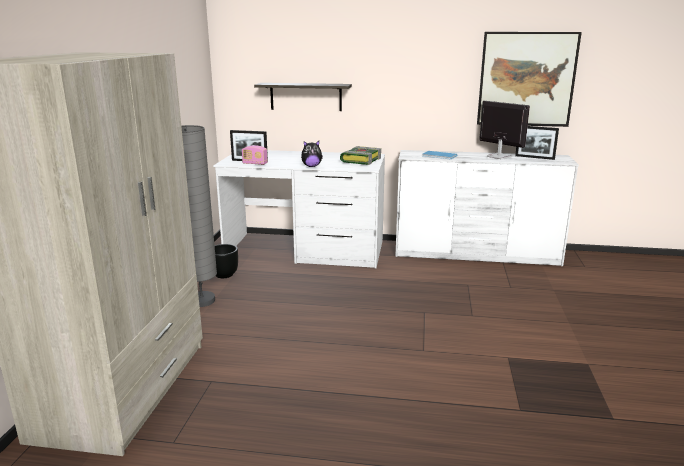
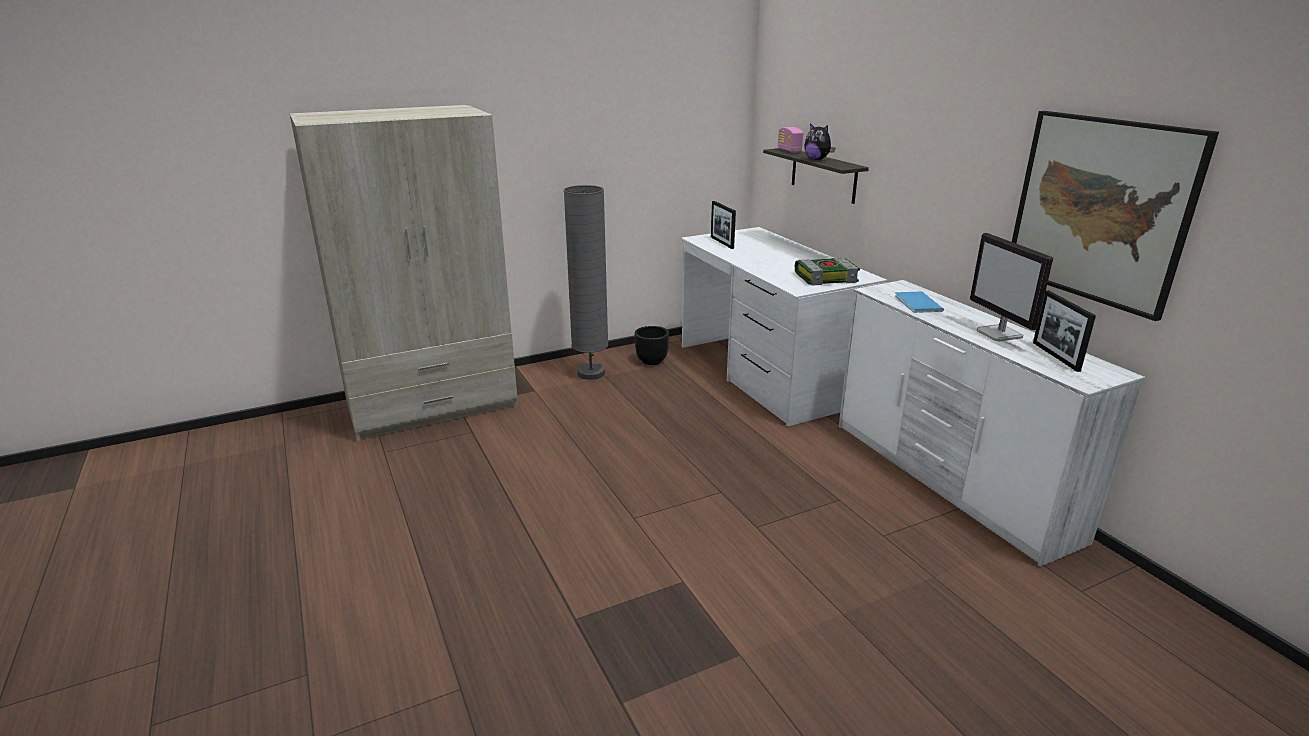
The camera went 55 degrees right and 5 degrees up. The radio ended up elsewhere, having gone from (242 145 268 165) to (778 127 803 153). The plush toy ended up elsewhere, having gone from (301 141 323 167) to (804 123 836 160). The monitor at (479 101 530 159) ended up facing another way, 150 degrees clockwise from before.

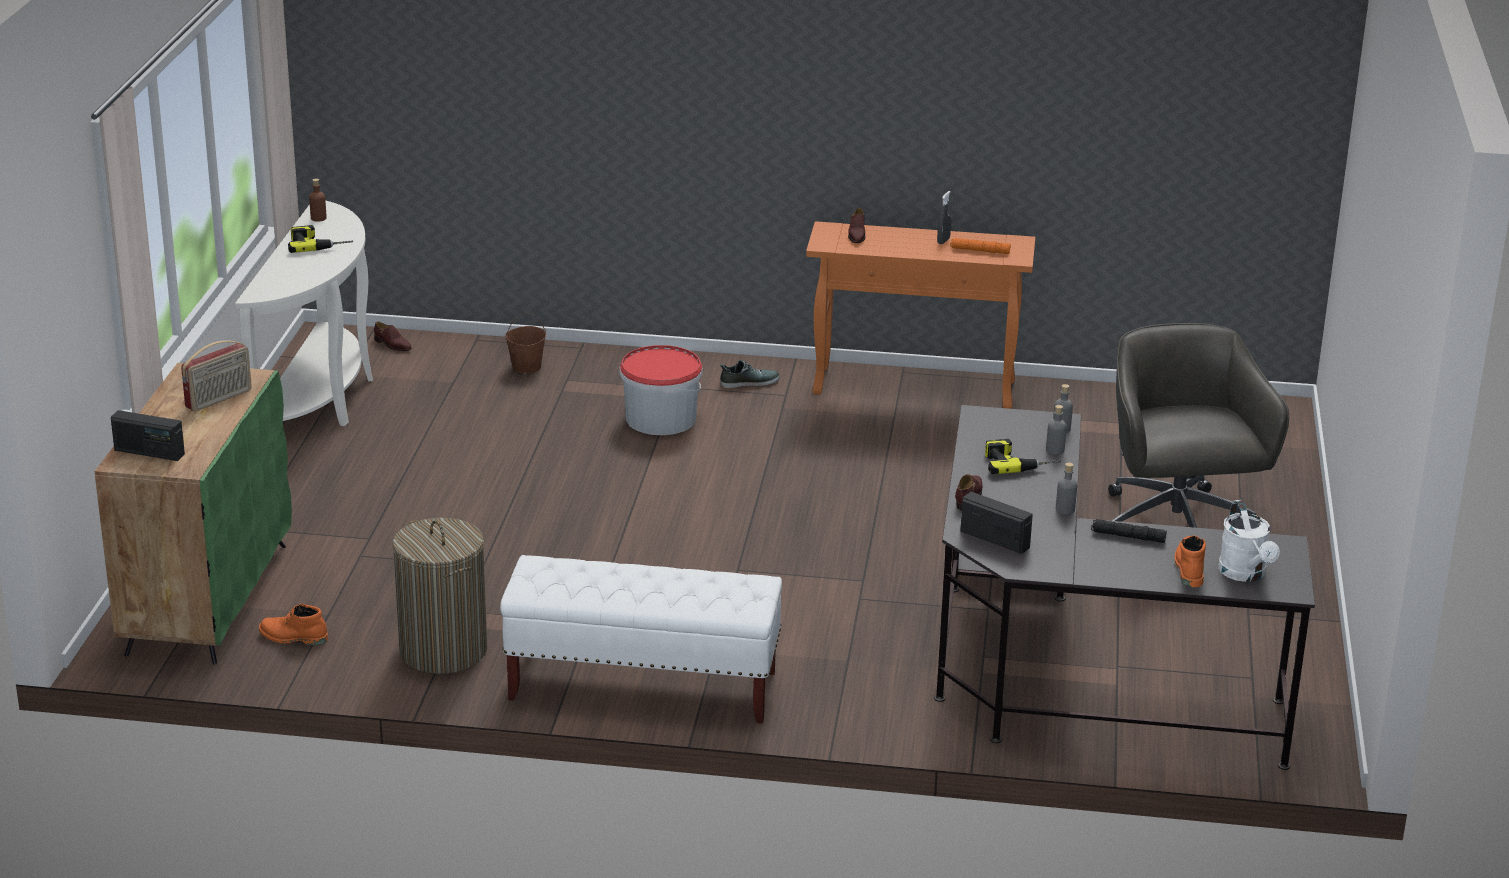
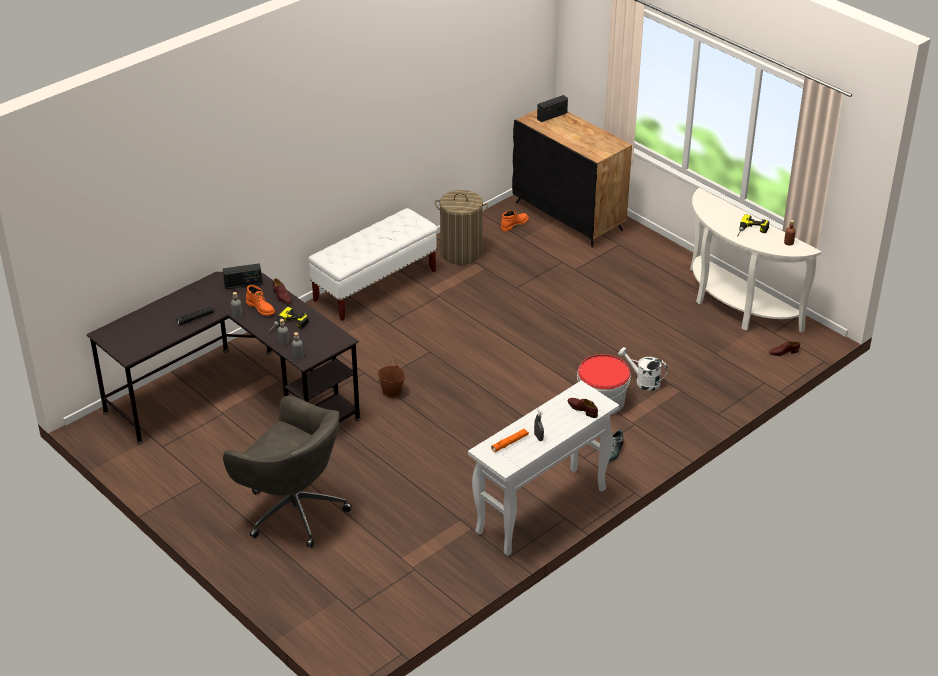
The camera went 130 degrees right and 10 degrees up. The orange boot ended up elsewhere, having gone from (1175 535 1206 587) to (246 285 275 316). The brown bucket ended up elsewhere, having gone from (505 312 546 373) to (378 360 405 398). What was the orange console table at (806 221 1035 409) turned into the white console table at (468 380 619 556). What was the green cabinet at (94 363 292 665) turned into the black cabinet at (512 109 632 248). The white watering can ended up elsewhere, having gone from (1218 500 1280 582) to (618 347 668 391). The second view lost the radio at (181 340 252 412).

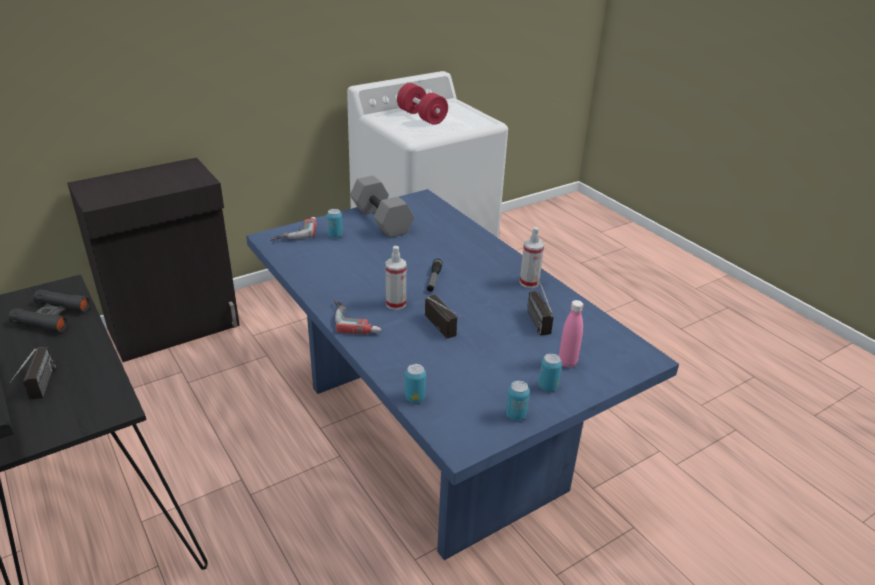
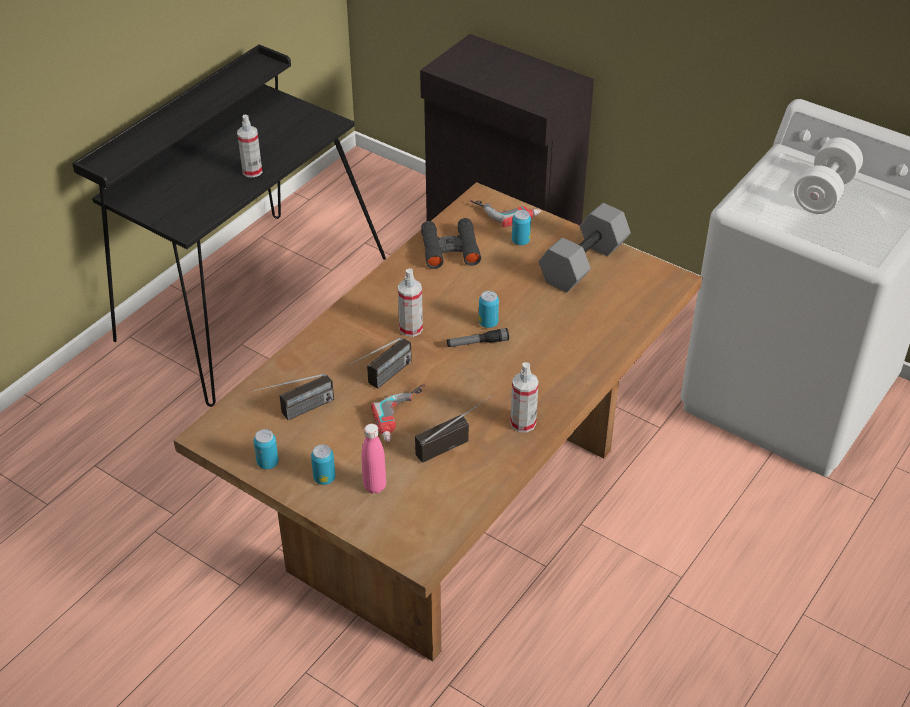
The camera went 70 degrees right and 10 degrees up. What was the blue dining table at (246 189 679 560) turned into the brown dining table at (173 182 703 661). The second view gained the spray bottle at (237 115 262 178). The radio ended up elsewhere, having gone from (10 347 56 399) to (251 374 334 420). The power drill ended up elsewhere, having gone from (334 299 381 335) to (371 385 425 442). The black binoculars ended up elsewhere, having gone from (8 290 90 332) to (421 218 481 269). The can ended up elsewhere, having gone from (405 364 426 403) to (479 291 499 328). What was the red dumbbell at (397 83 448 125) turned into the white dumbbell at (794 138 863 214).

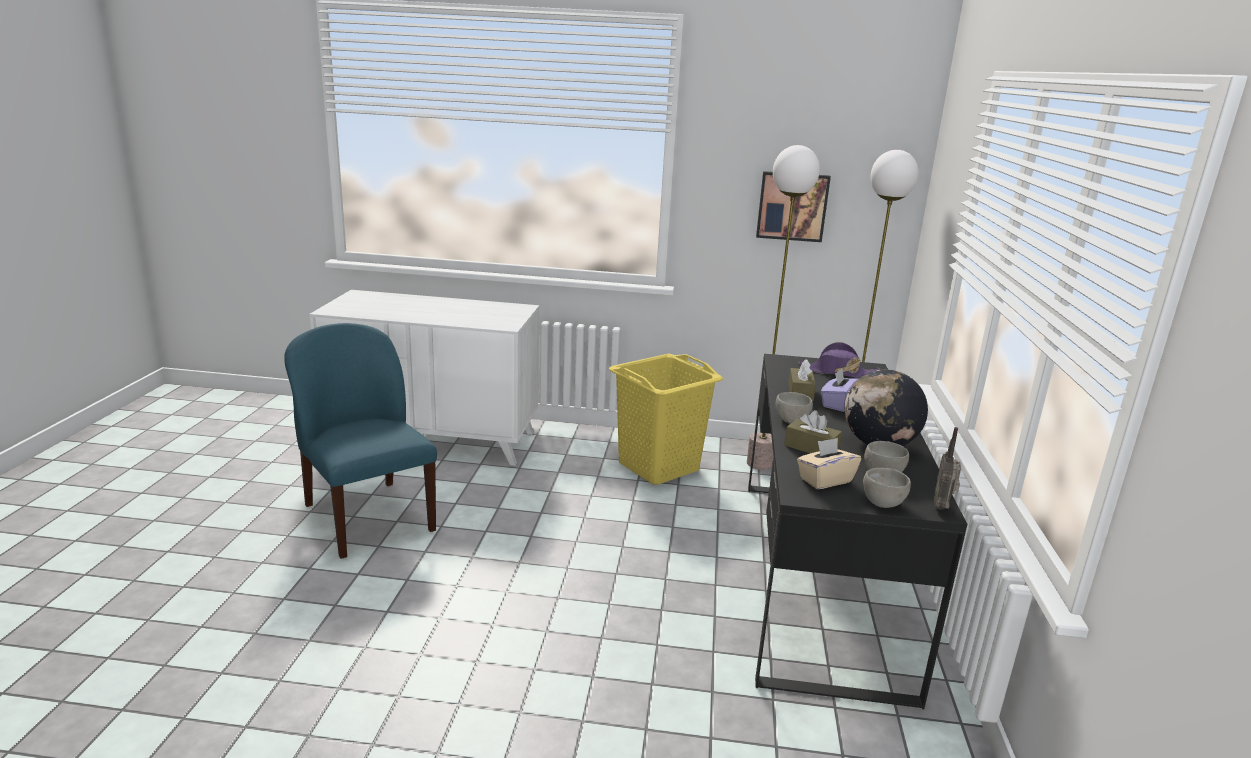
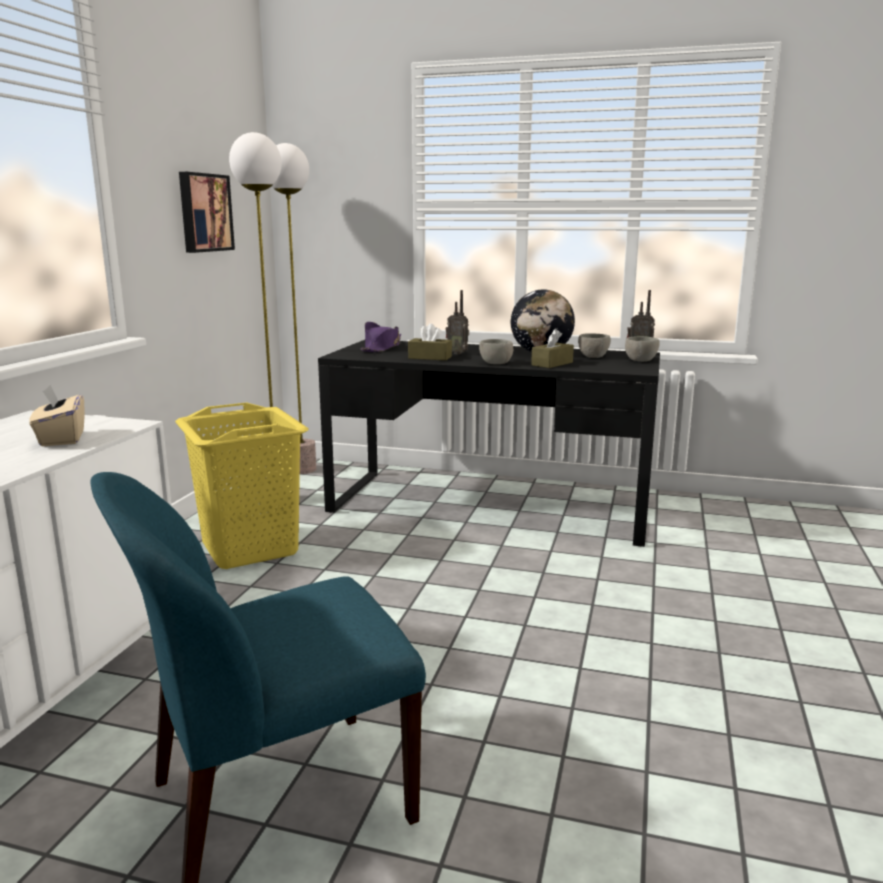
The camera went 80 degrees left and 5 degrees down. The beige tissue box ended up elsewhere, having gone from (797 438 861 489) to (29 385 85 446). Where the purple tissue box stood at (821 369 859 412), the radio came to stand at (445 290 469 354).

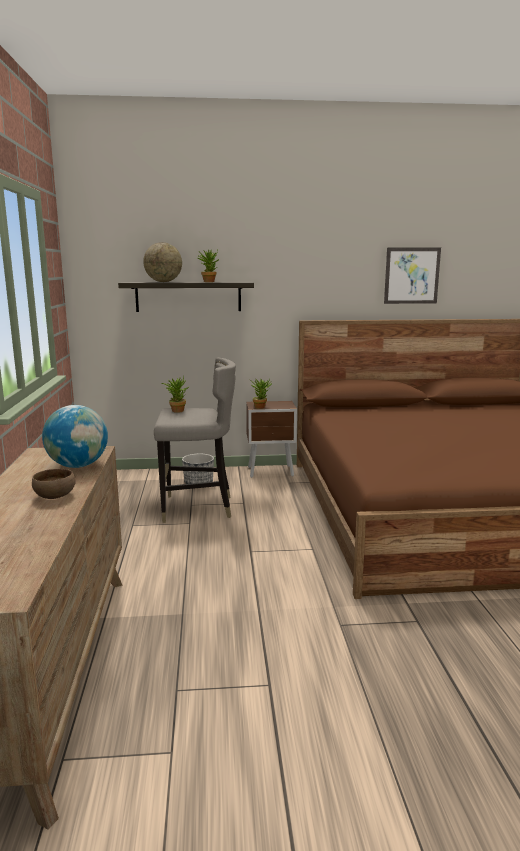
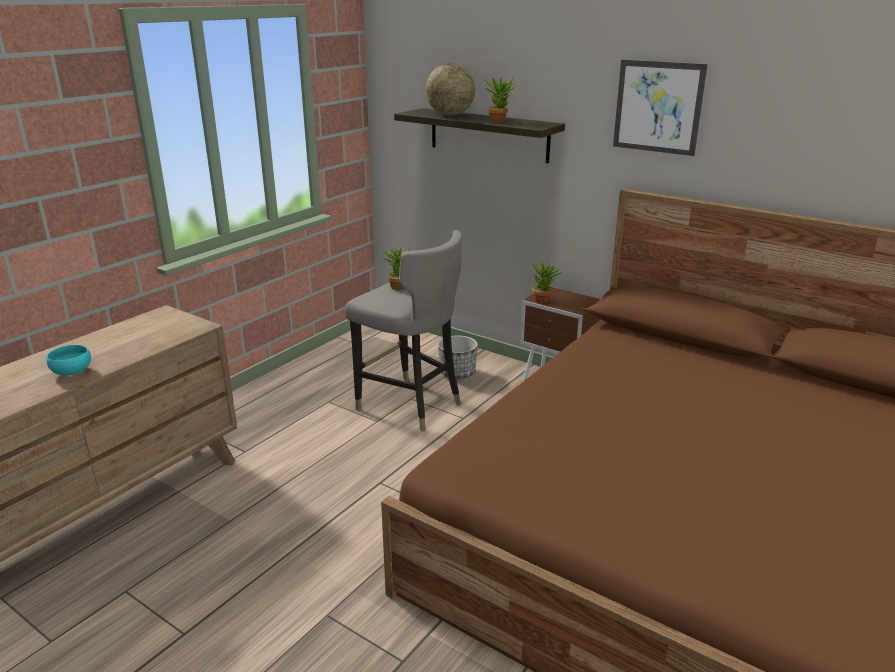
The camera went 40 degrees right and 10 degrees up. What was the brown bowl at (32 469 76 499) turned into the turquoise bowl at (46 345 91 376). The picture ended up elsewhere, having gone from (384 247 441 304) to (613 60 708 156). The second view lost the globe at (42 405 108 468).

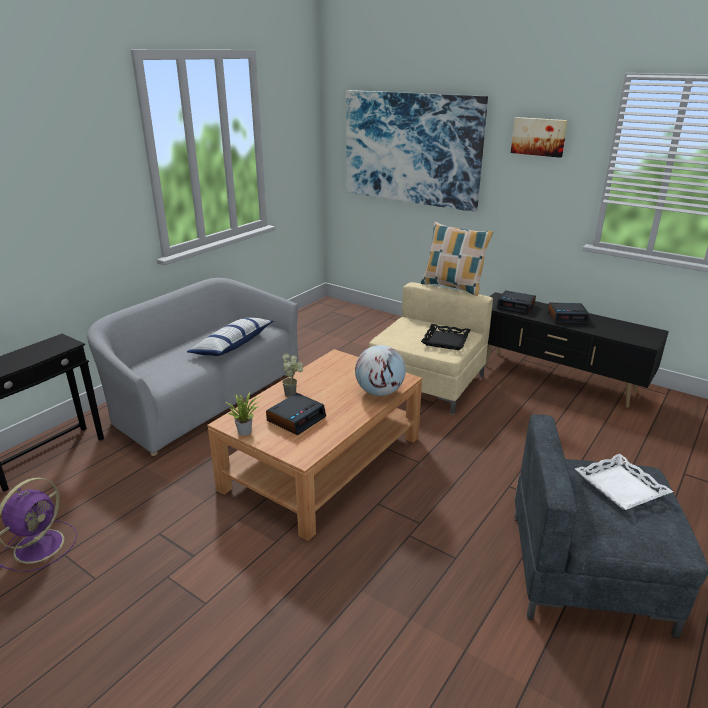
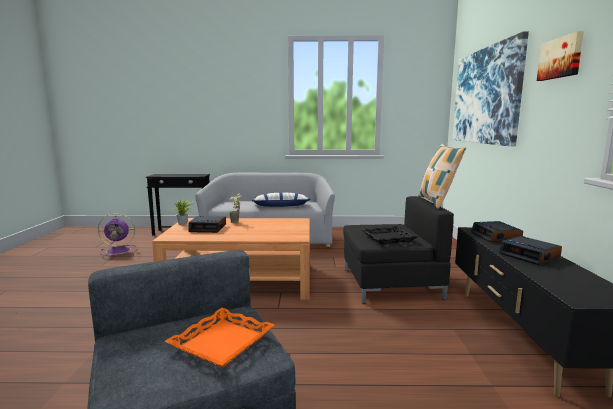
The camera went 55 degrees right and 15 degrees down. What was the white tray at (575 454 673 510) turned into the orange tray at (164 308 275 367). What was the beige armchair at (369 282 493 415) turned into the black armchair at (343 196 454 304). The second view lost the globe at (355 345 406 396).

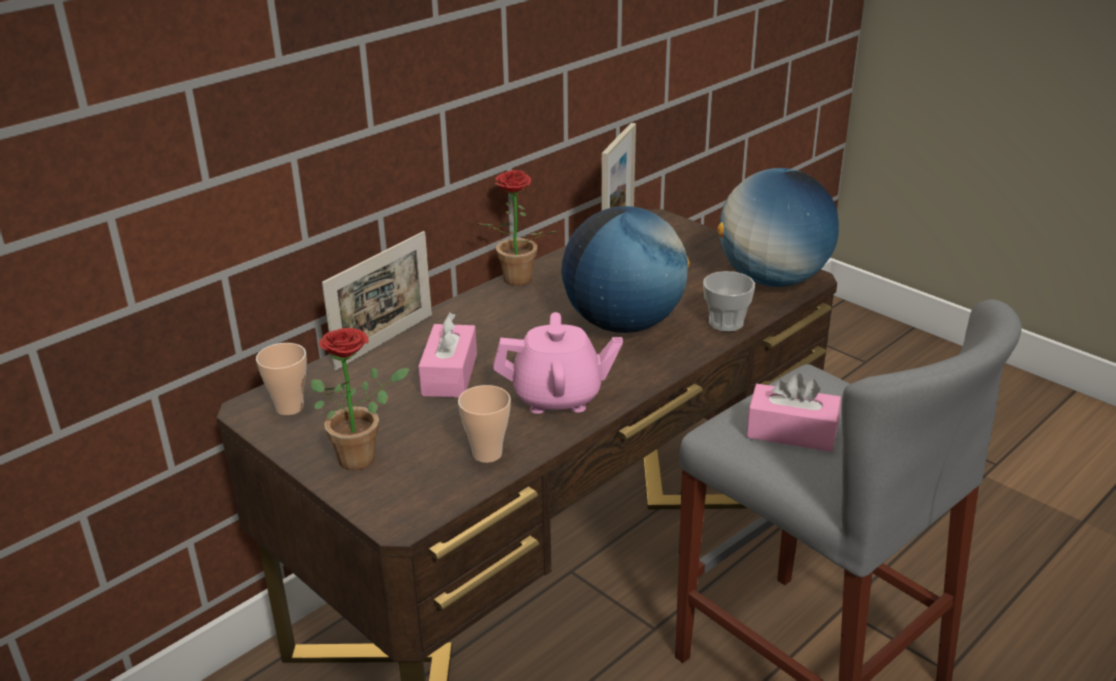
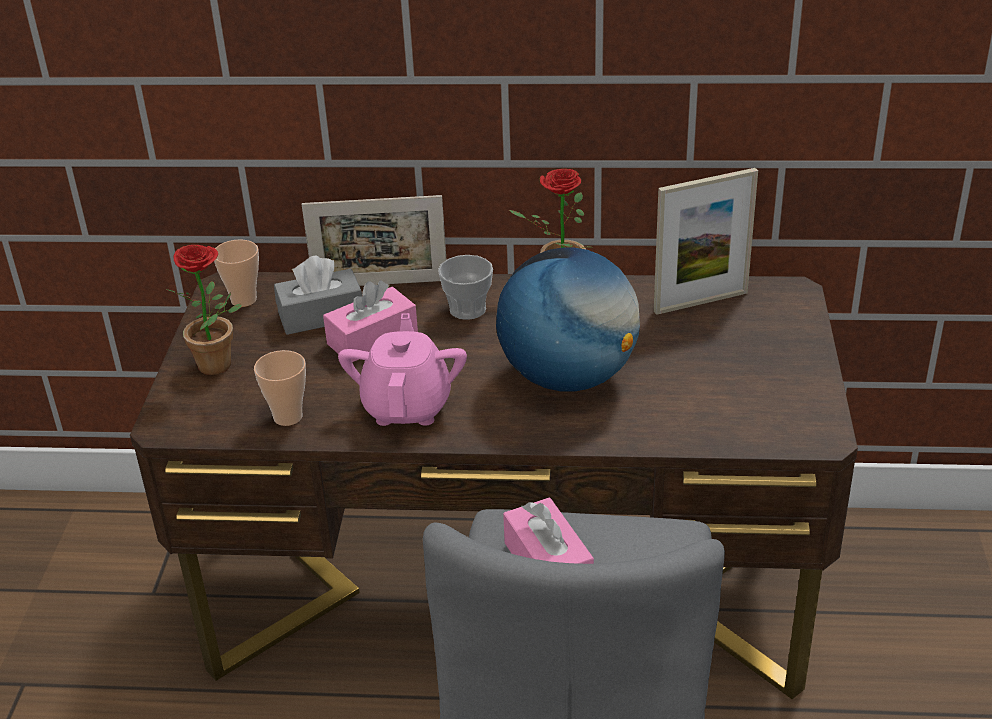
The camera went 50 degrees right and 5 degrees up. The second view gained the grey tissue box at (274 255 362 335). The pink teapot at (493 312 623 414) ended up facing another way, 135 degrees counterclockwise from before. The cup ended up elsewhere, having gone from (703 271 755 332) to (438 255 493 320). The second view lost the globe at (717 168 839 287).

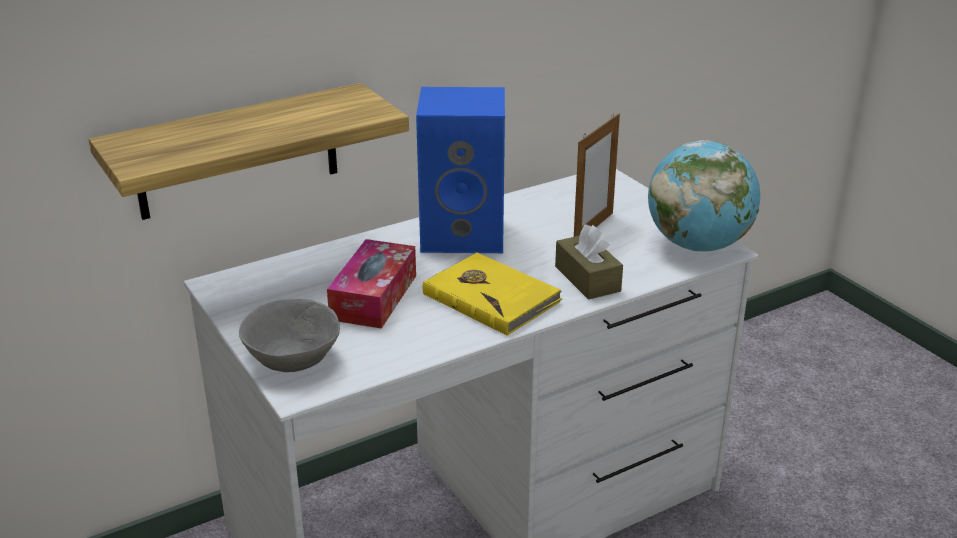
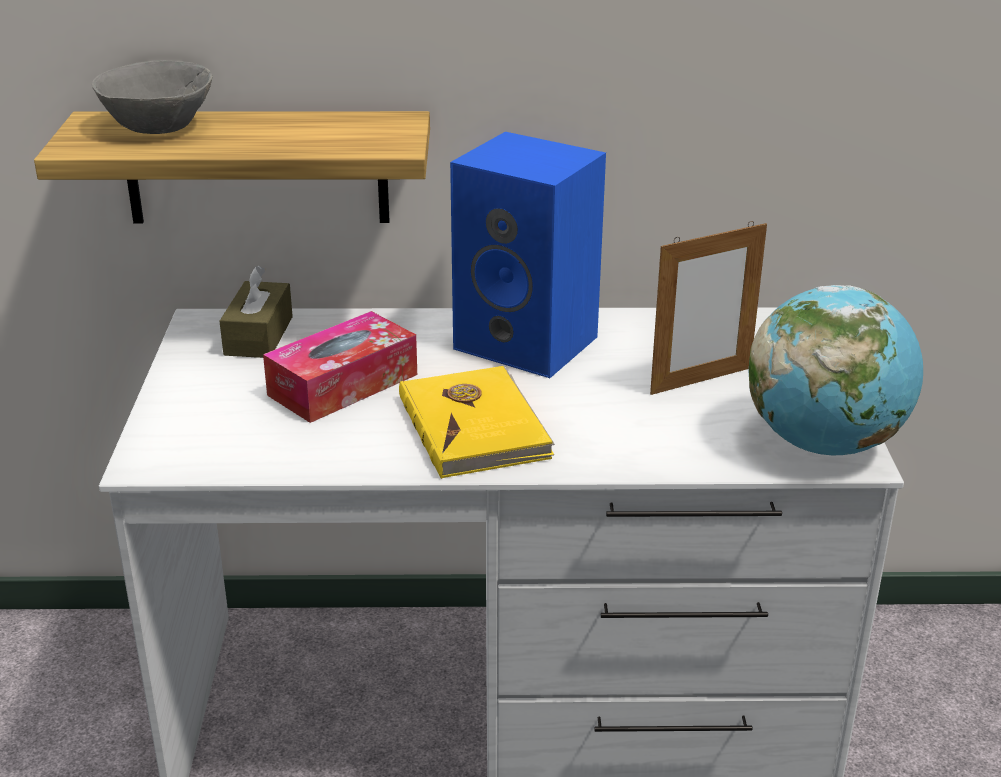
The camera went 30 degrees right and 0 degrees up. The grey bowl ended up elsewhere, having gone from (239 299 340 372) to (92 60 212 134). The brown tissue box ended up elsewhere, having gone from (555 224 623 300) to (220 265 293 358).

